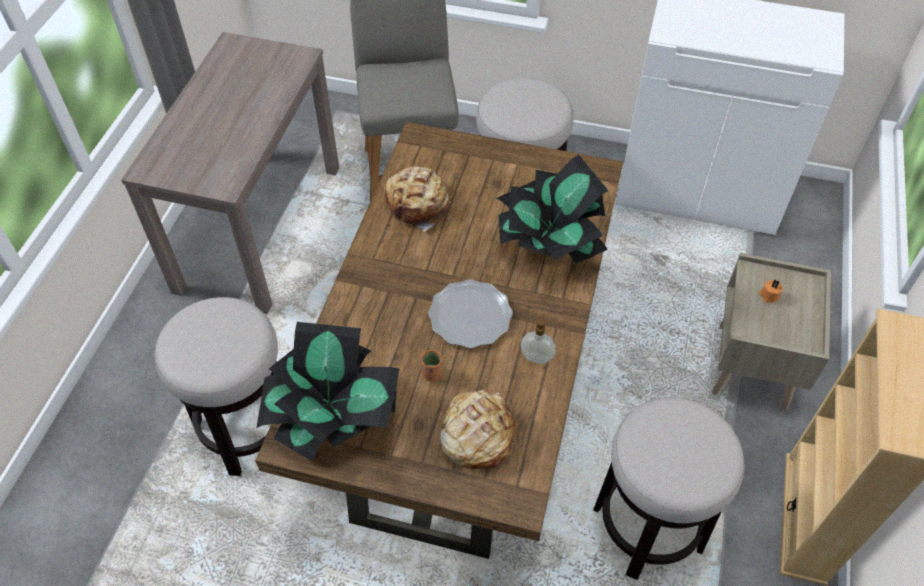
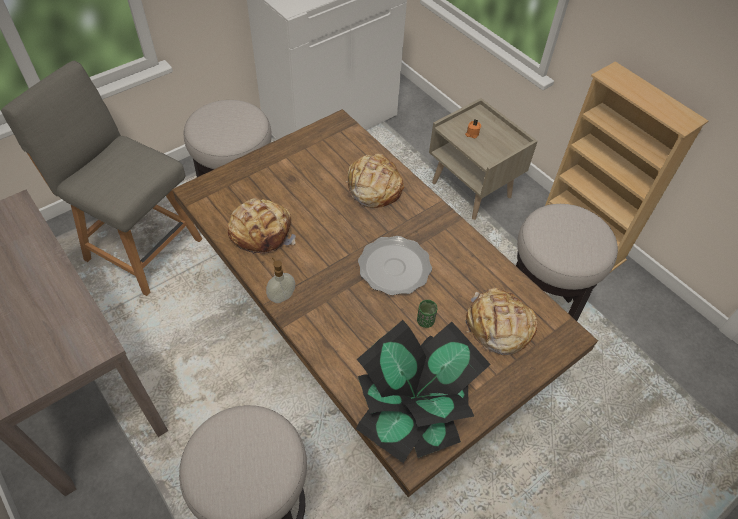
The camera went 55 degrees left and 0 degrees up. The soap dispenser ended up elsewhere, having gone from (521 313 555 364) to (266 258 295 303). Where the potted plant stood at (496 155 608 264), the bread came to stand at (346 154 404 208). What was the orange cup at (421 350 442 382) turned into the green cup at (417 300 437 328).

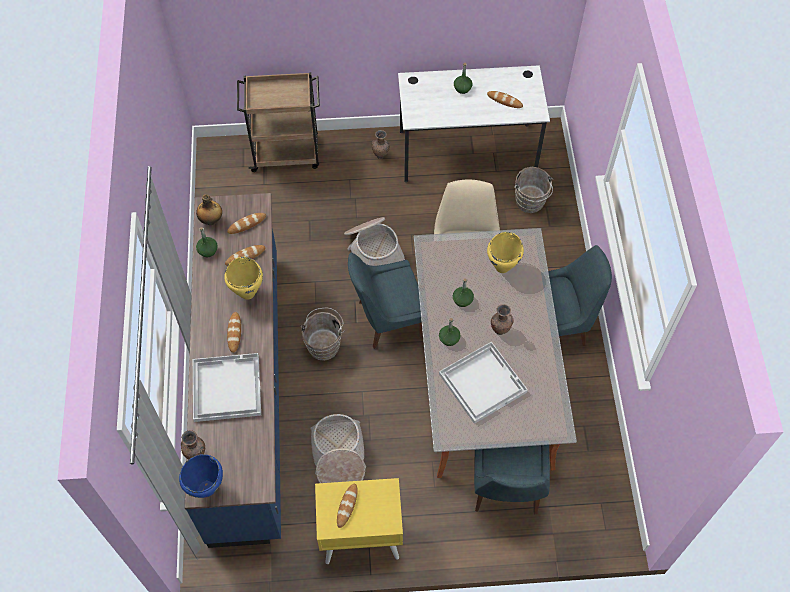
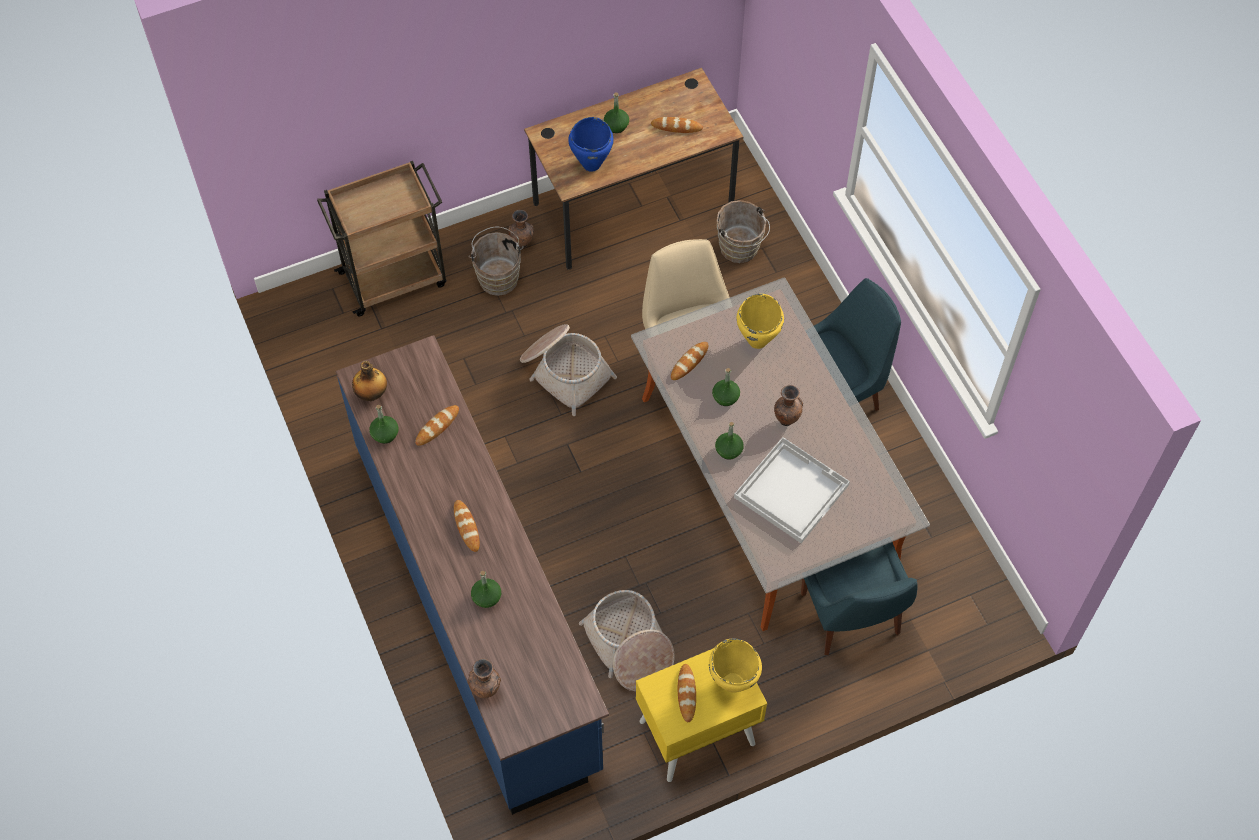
The camera went 20 degrees left and 0 degrees up. The brown bucket ended up elsewhere, having gone from (301 308 344 361) to (469 227 524 296). Where the white tray stood at (193 353 261 422), the green bottle came to stand at (471 571 501 608). What was the white desk at (398 65 550 182) turned into the brown desk at (524 68 744 270). The blue cooking pot ended up elsewhere, having gone from (179 454 223 498) to (568 117 614 172). The bread ended up elsewhere, having gone from (227 213 266 234) to (671 342 709 380). The yellow cooking pot ended up elsewhere, having gone from (224 257 263 300) to (709 638 762 693). The second view lost the blue chair at (348 253 423 349).

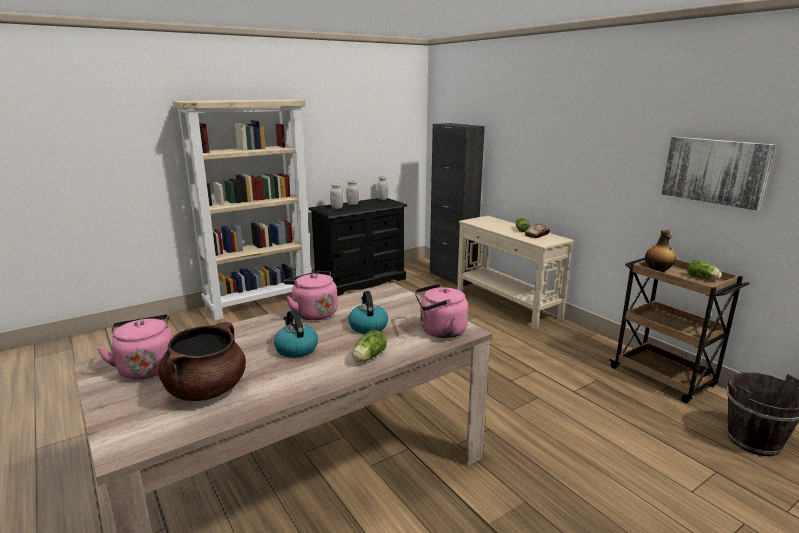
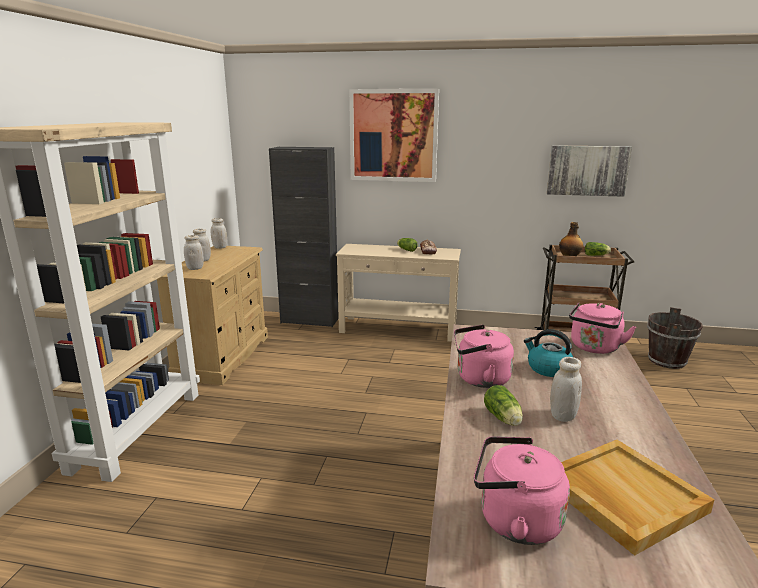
The camera went 45 degrees left and 0 degrees up. What was the black dresser at (309 198 407 296) turned into the beige dresser at (156 246 268 385). The second view gained the picture at (349 89 439 182). The lettuce ended up elsewhere, having gone from (352 330 387 362) to (484 385 523 426). Where the kettle stood at (274 310 318 358), the white jar came to stand at (550 357 582 422). Where the brown cooking pot stood at (158 322 246 401), the beige tray came to stand at (561 440 715 556).

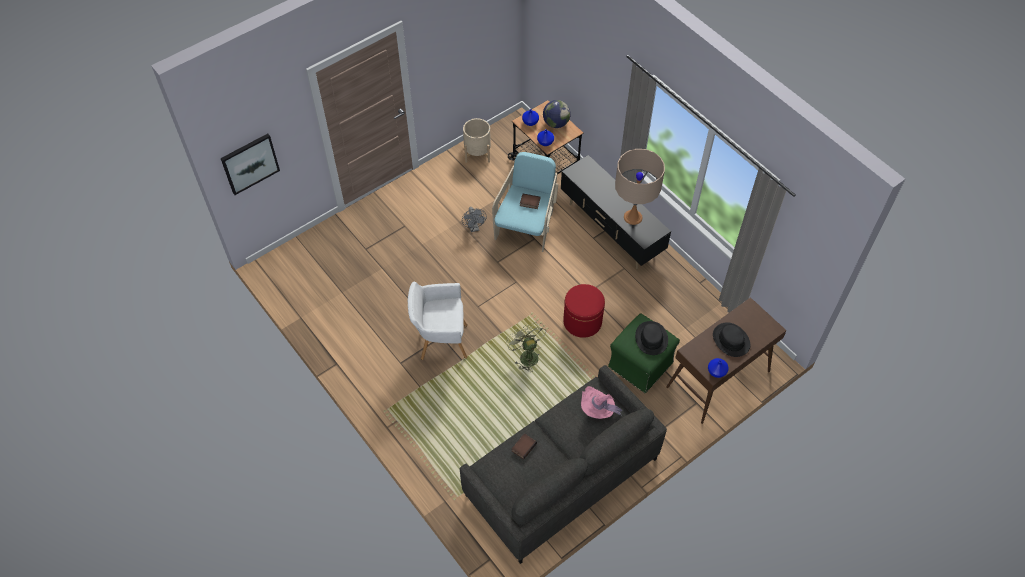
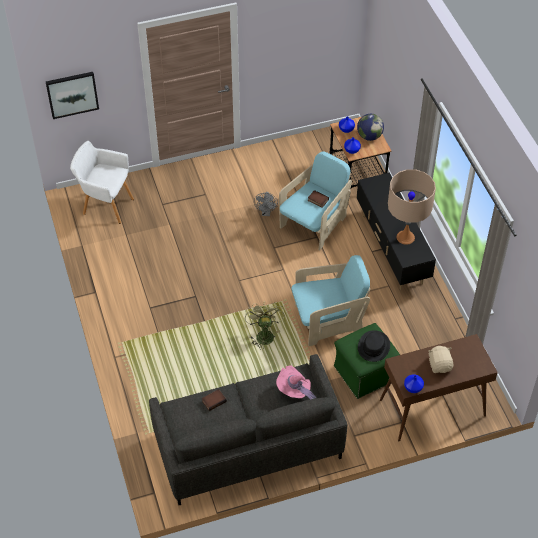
The camera went 20 degrees right and 5 degrees down. The white armchair ended up elsewhere, having gone from (408 282 467 360) to (70 141 134 224). Where the red ottoman stood at (563 284 605 338), the turquoise armchair came to stand at (292 255 370 346). Where the black hat stood at (713 322 750 357), the beige plush toy came to stand at (428 346 454 373). The second view lost the beige planter at (463 118 491 163).

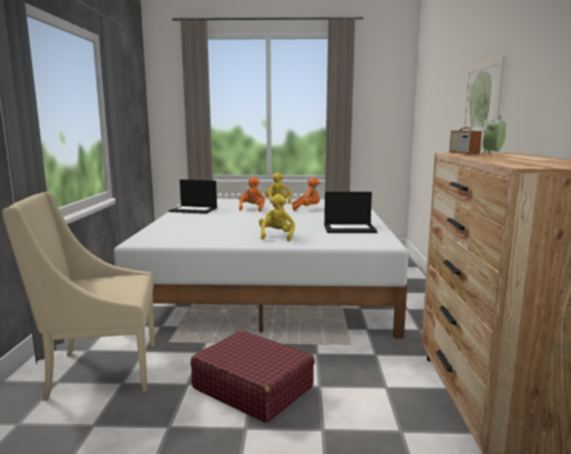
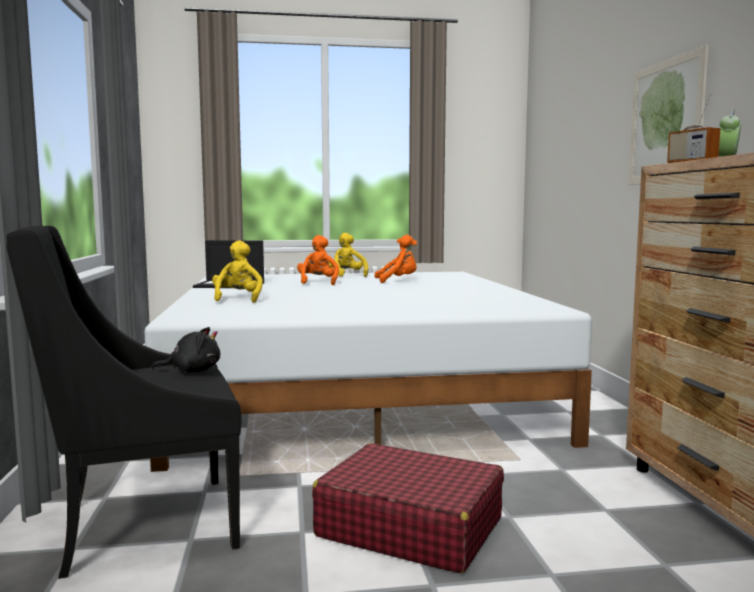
The camera went 10 degrees left and 5 degrees down. What was the beige armchair at (2 192 155 401) turned into the black armchair at (6 226 241 579). The second view gained the black plush toy at (151 327 220 372). The yellow plush toy ended up elsewhere, having gone from (259 194 295 242) to (212 240 263 303). The second view lost the laptop at (324 192 377 233).

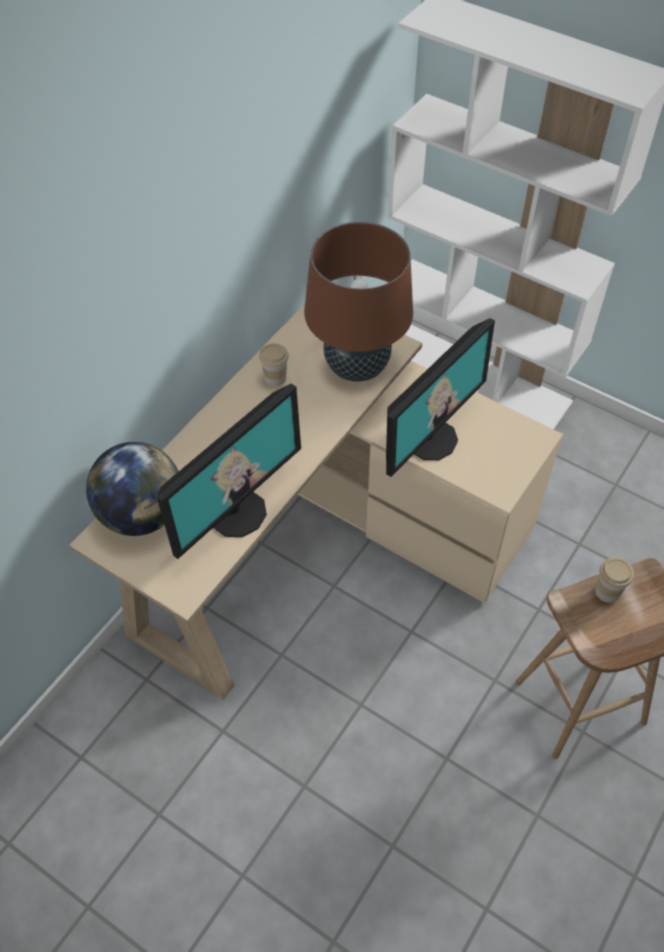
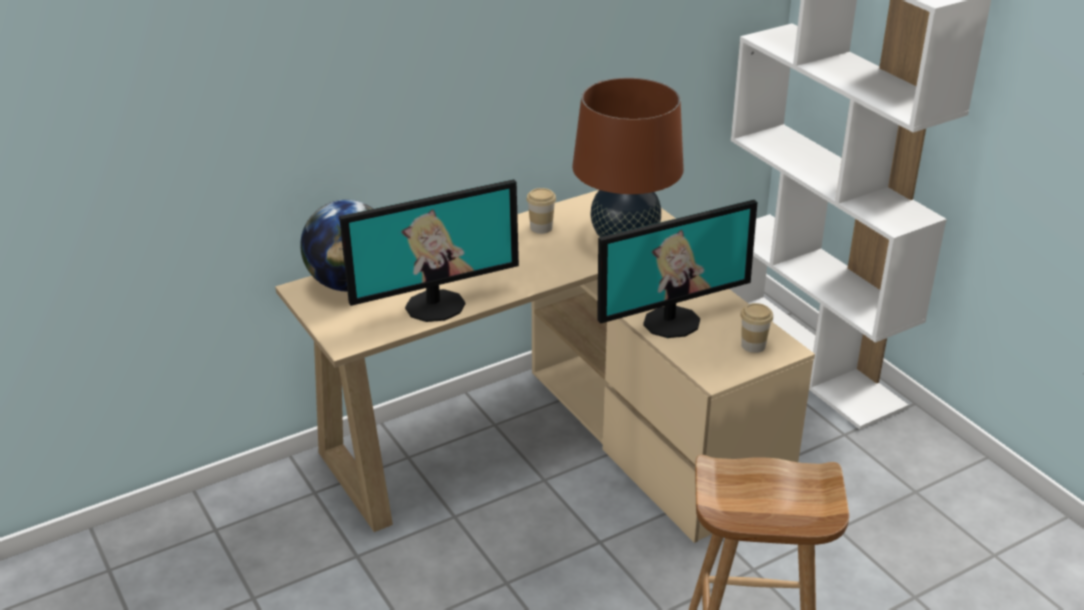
The camera went 25 degrees right and 20 degrees down. The cup ended up elsewhere, having gone from (595 557 634 603) to (740 303 773 353).

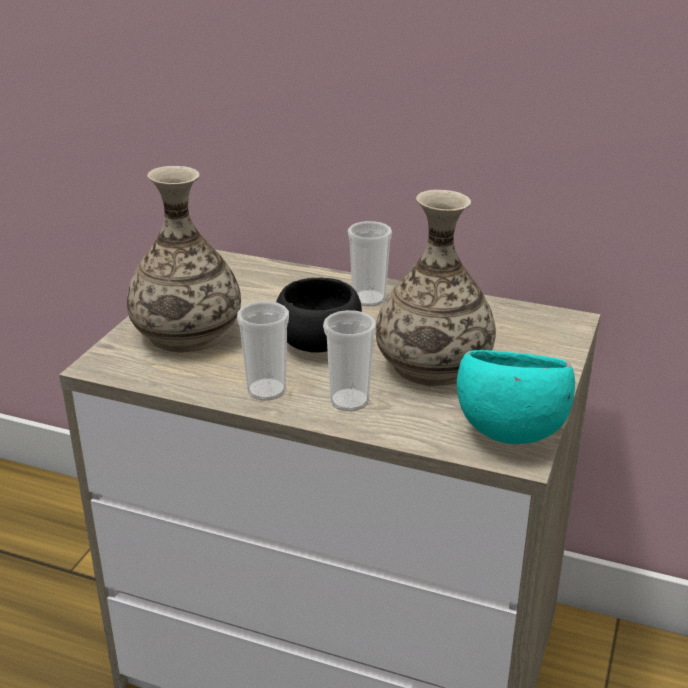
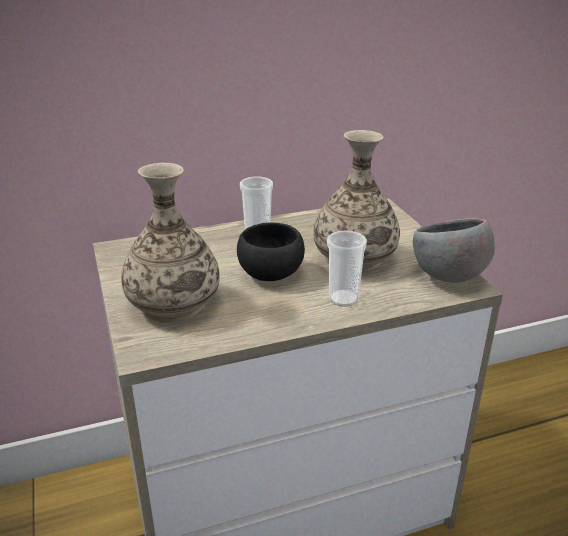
The camera went 40 degrees left and 0 degrees up. What was the turquoise bowl at (457 350 575 444) turned into the grey bowl at (413 218 495 283). The second view lost the cup at (237 301 289 401).

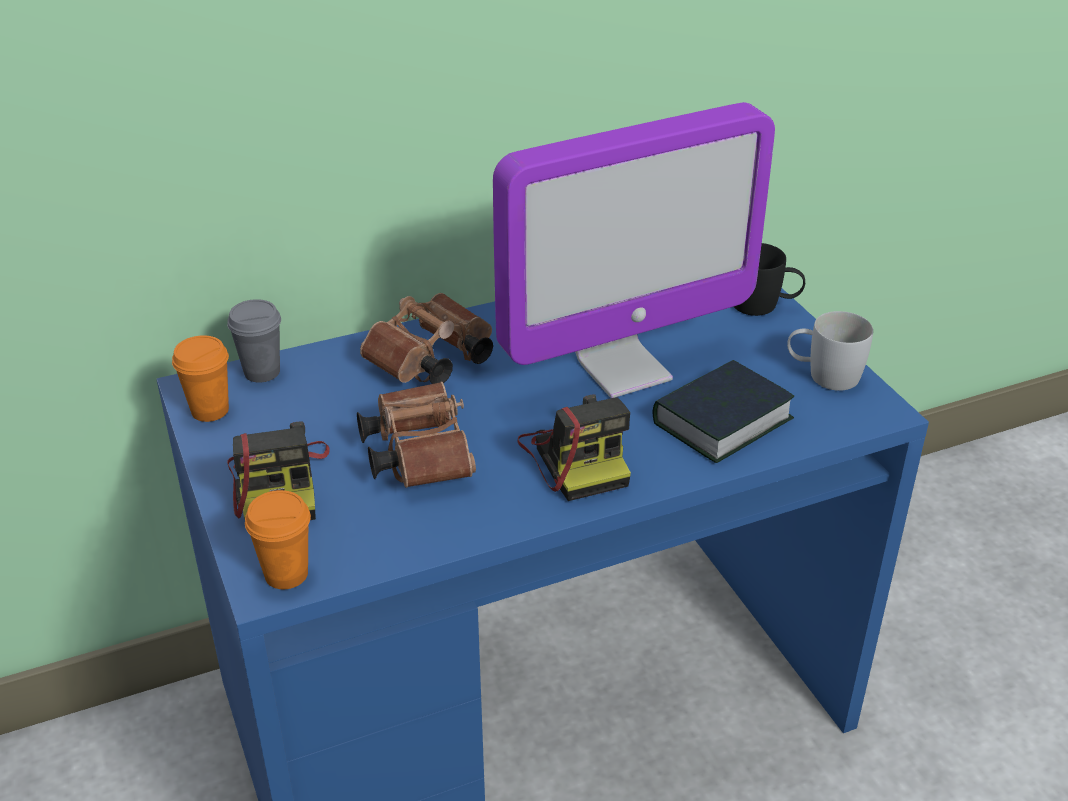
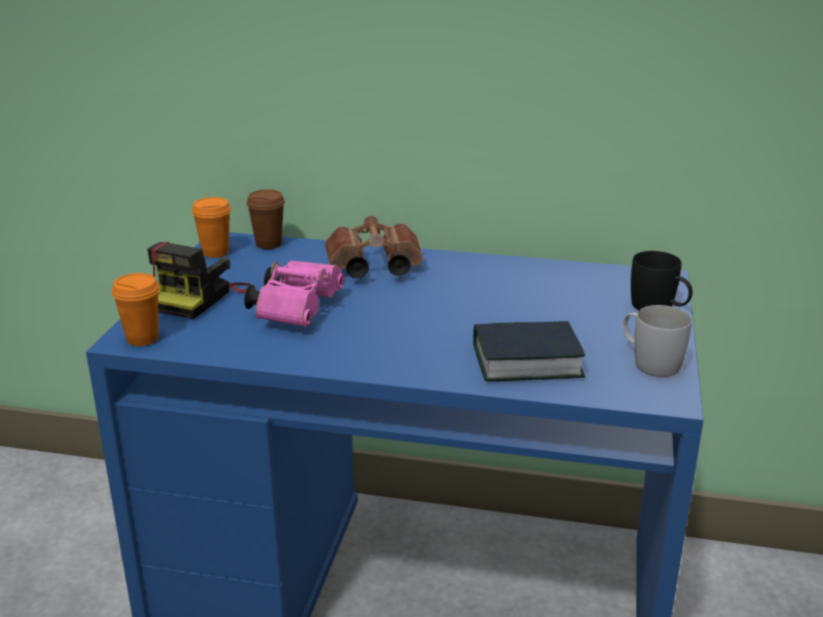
The camera went 35 degrees right and 10 degrees down. What was the brown binoculars at (357 381 476 488) turned into the pink binoculars at (244 260 345 327). What was the grey cup at (227 299 281 383) turned into the brown cup at (247 190 285 249). The second view lost the monitor at (493 102 775 398). The second view lost the photo camera at (517 394 631 501).

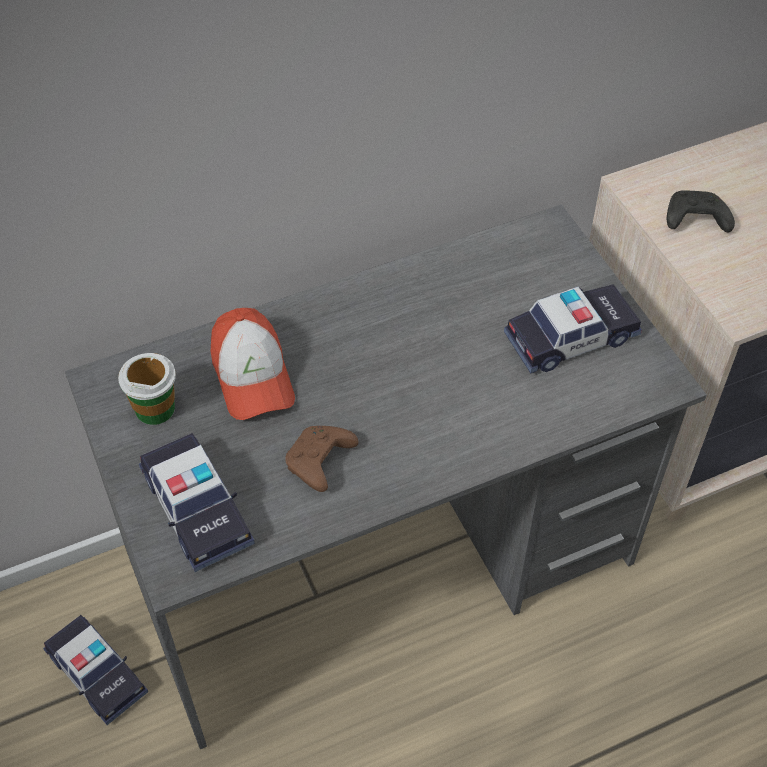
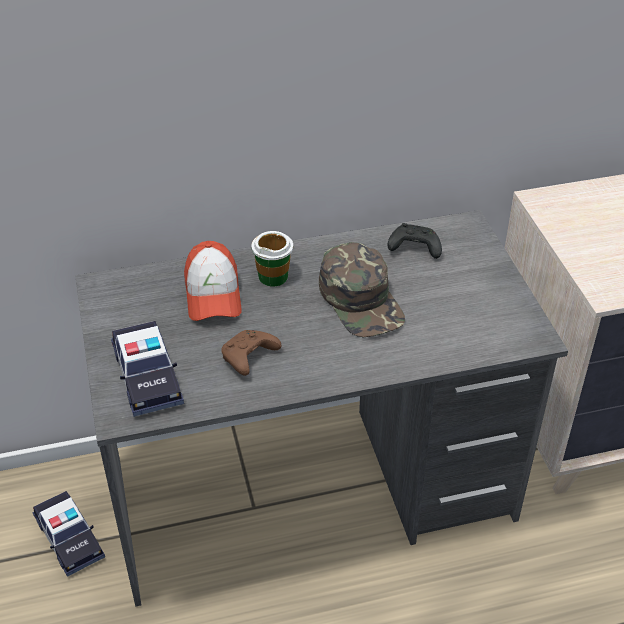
The camera went 10 degrees right and 10 degrees down. The cup ended up elsewhere, having gone from (118 353 176 425) to (252 231 293 287). The second view gained the green cap at (319 242 405 337). The black game controller ended up elsewhere, having gone from (667 190 735 232) to (388 223 442 259). The second view lost the toy car at (504 284 642 373).

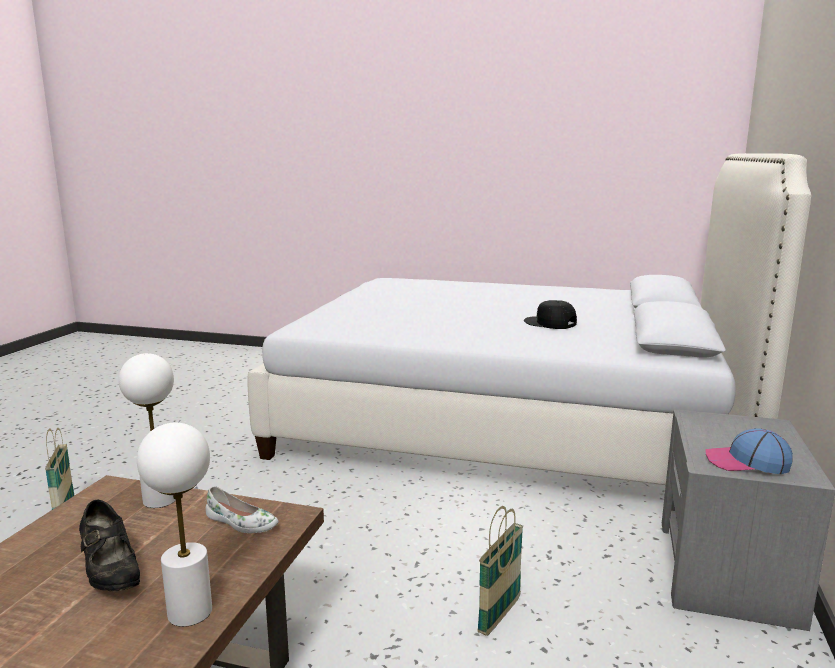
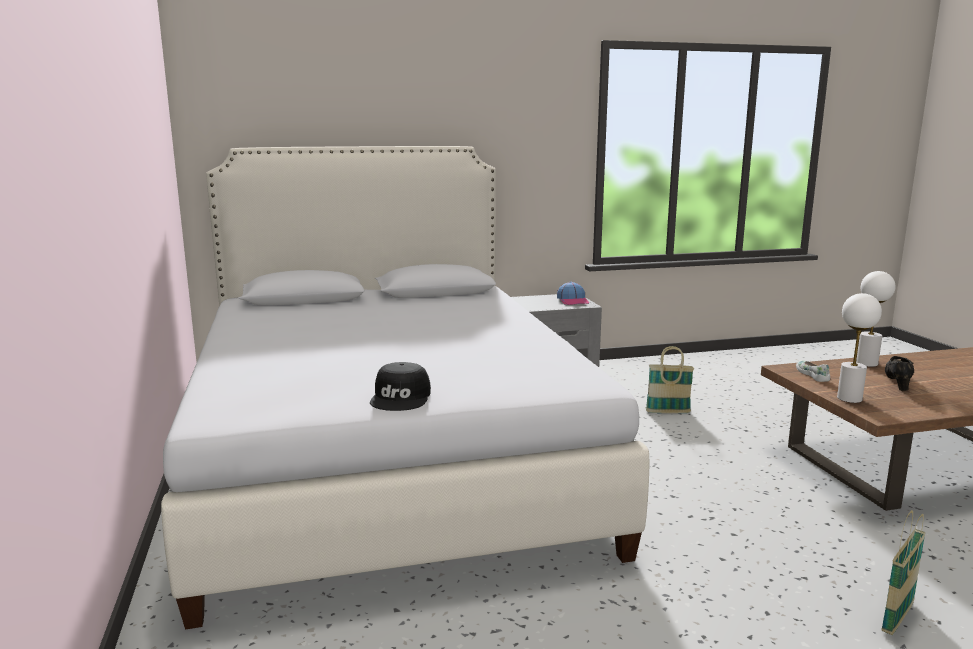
The camera went 120 degrees left and 0 degrees up. The black cap ended up elsewhere, having gone from (524 300 577 329) to (370 362 431 411).

